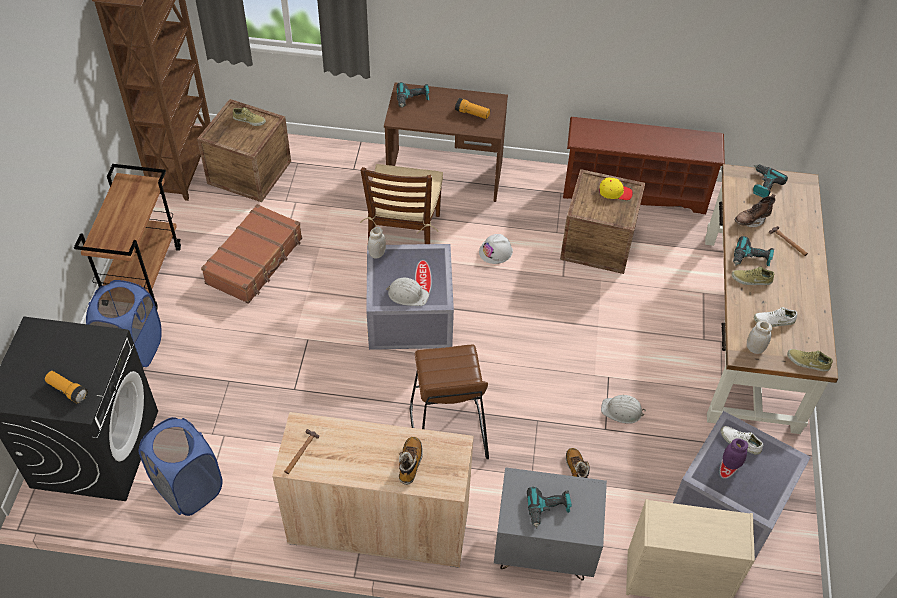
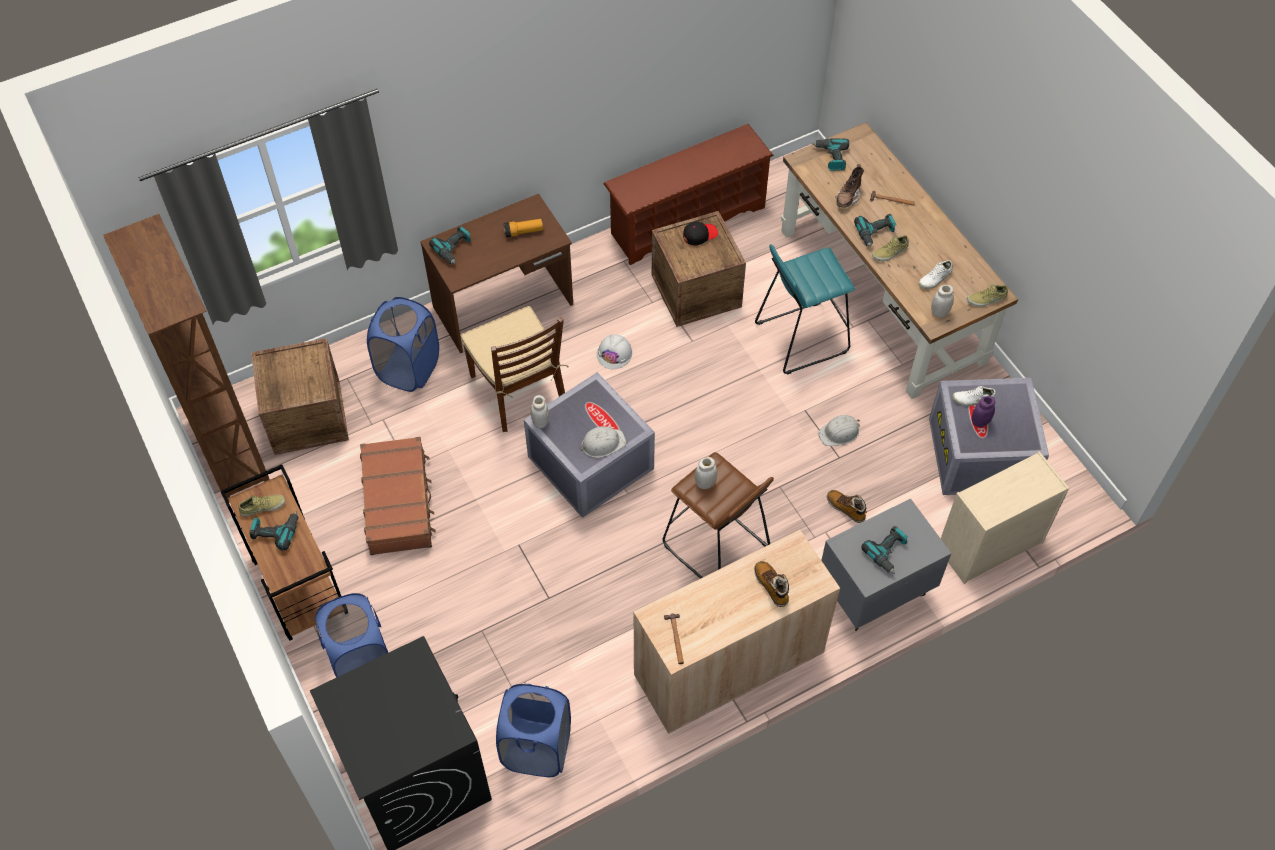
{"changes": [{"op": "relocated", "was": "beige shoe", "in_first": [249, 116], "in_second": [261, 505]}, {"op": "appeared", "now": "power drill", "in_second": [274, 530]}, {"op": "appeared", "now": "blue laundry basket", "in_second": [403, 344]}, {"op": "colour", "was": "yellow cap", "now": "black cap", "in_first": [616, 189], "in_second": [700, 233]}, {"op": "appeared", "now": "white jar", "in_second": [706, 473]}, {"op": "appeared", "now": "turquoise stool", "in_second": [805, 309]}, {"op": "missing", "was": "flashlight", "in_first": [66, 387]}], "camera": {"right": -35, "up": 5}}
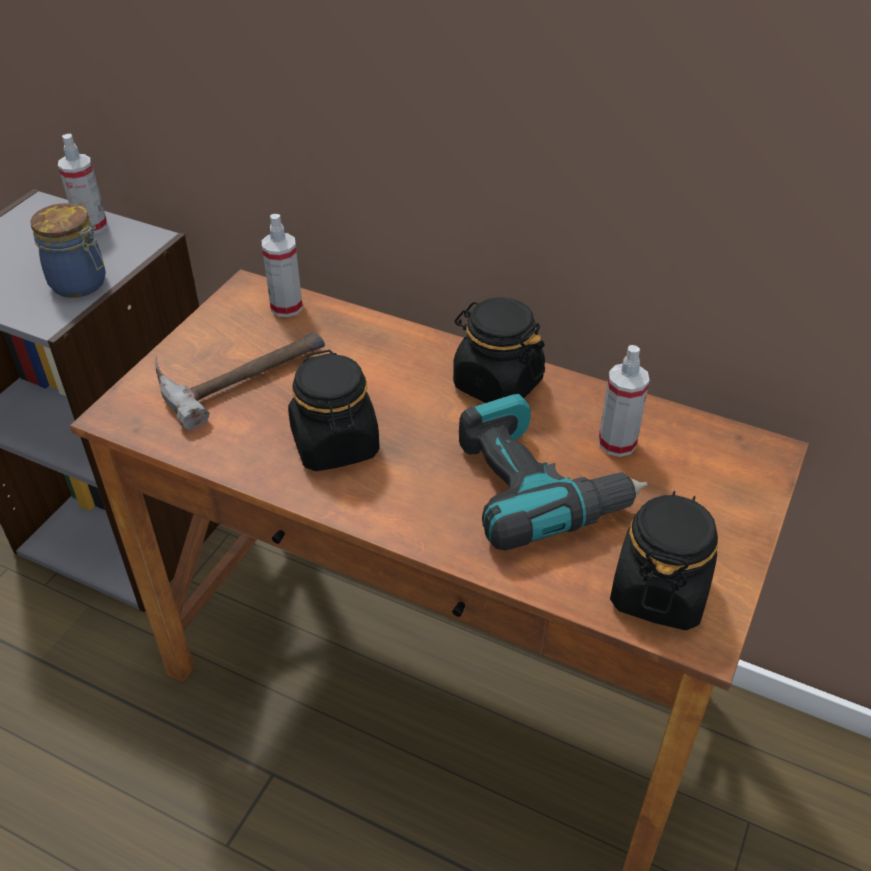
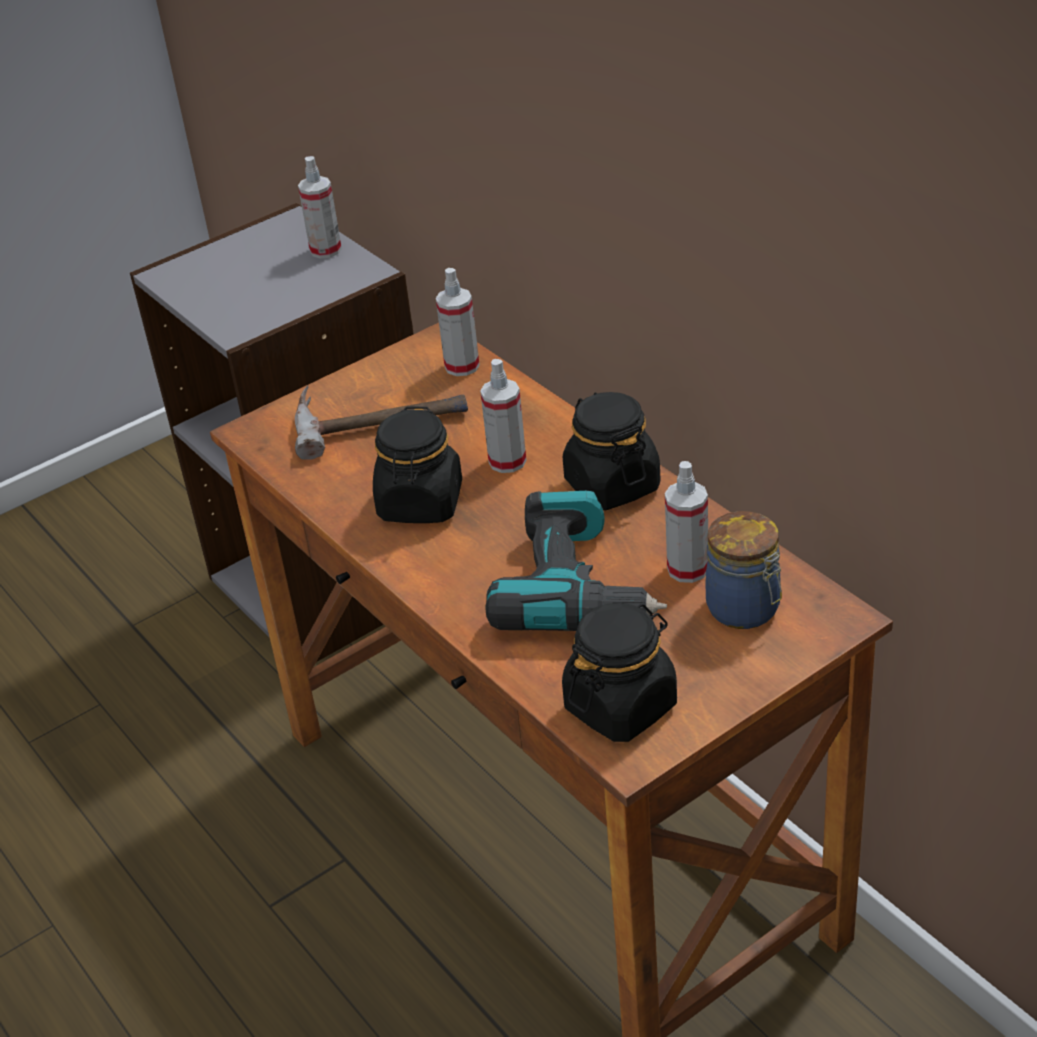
{"changes": [{"op": "appeared", "now": "spray bottle", "in_second": [503, 416]}, {"op": "relocated", "was": "jar", "in_first": [68, 250], "in_second": [744, 570]}], "camera": {"right": 30, "up": -5}}
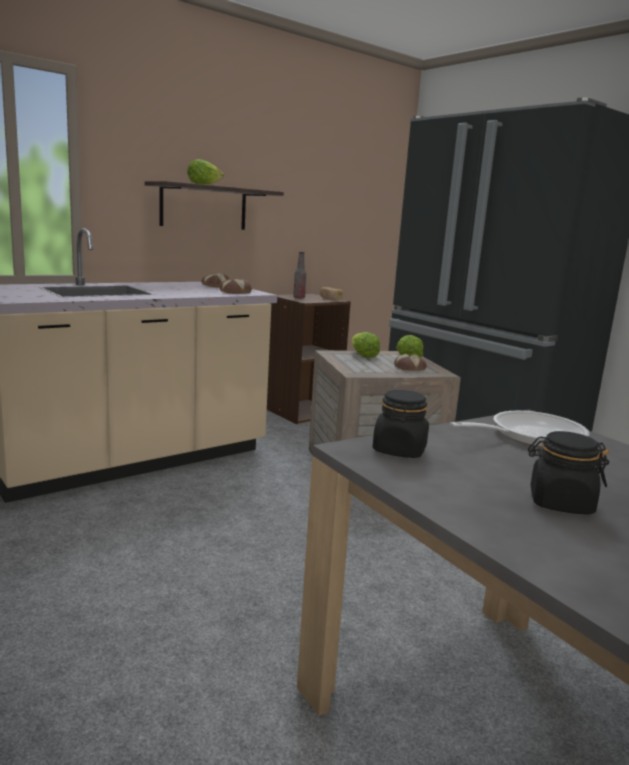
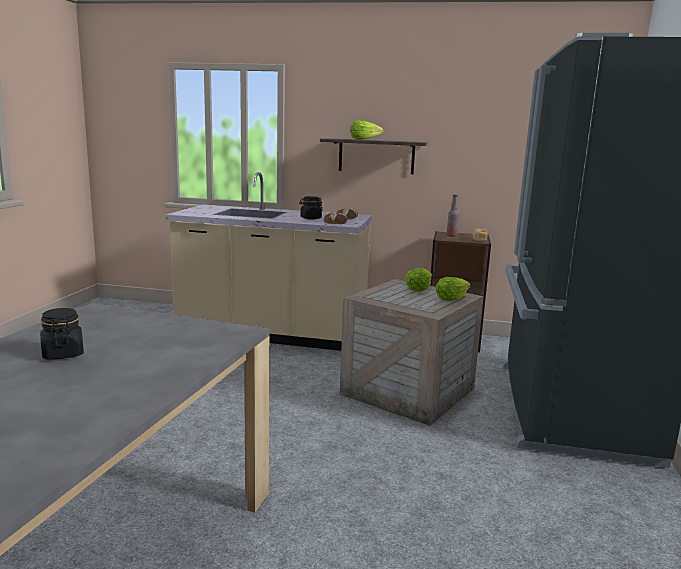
{"changes": [{"op": "relocated", "was": "black jar", "in_first": [401, 424], "in_second": [311, 208]}, {"op": "missing", "was": "bread", "in_first": [410, 362]}, {"op": "missing", "was": "frying pan", "in_first": [520, 429]}], "camera": {"right": 50, "up": 0}}
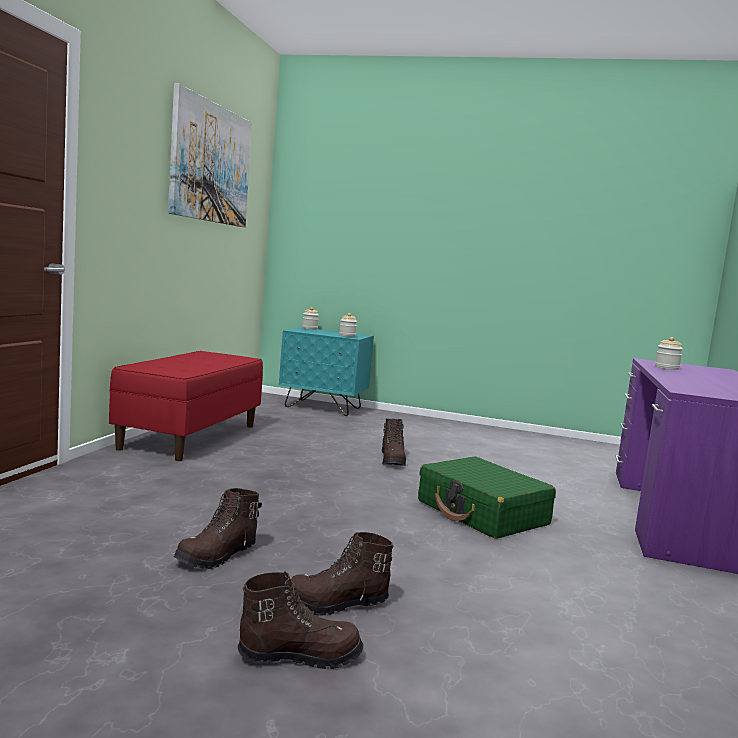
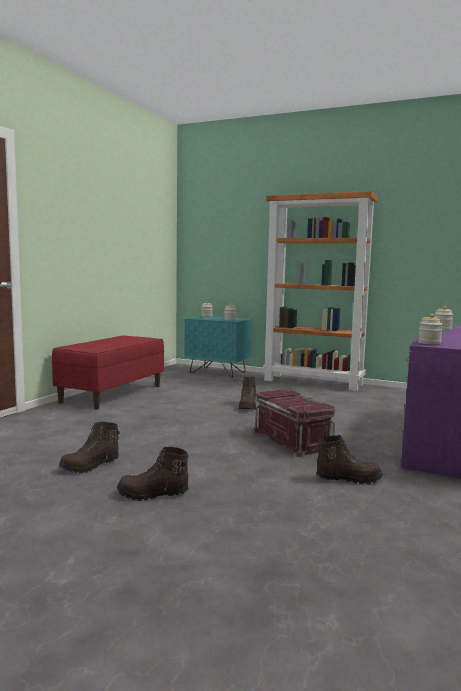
{"changes": [{"op": "exchanged", "was": "green suitcase", "now": "red storage box", "in_first": [487, 497], "in_second": [294, 423]}, {"op": "appeared", "now": "orange bookcase", "in_second": [320, 291]}, {"op": "relocated", "was": "brown boot", "in_first": [301, 620], "in_second": [349, 459]}, {"op": "appeared", "now": "jar", "in_second": [430, 329]}, {"op": "missing", "was": "picture", "in_first": [210, 155]}], "camera": {"right": 10, "up": 0}}
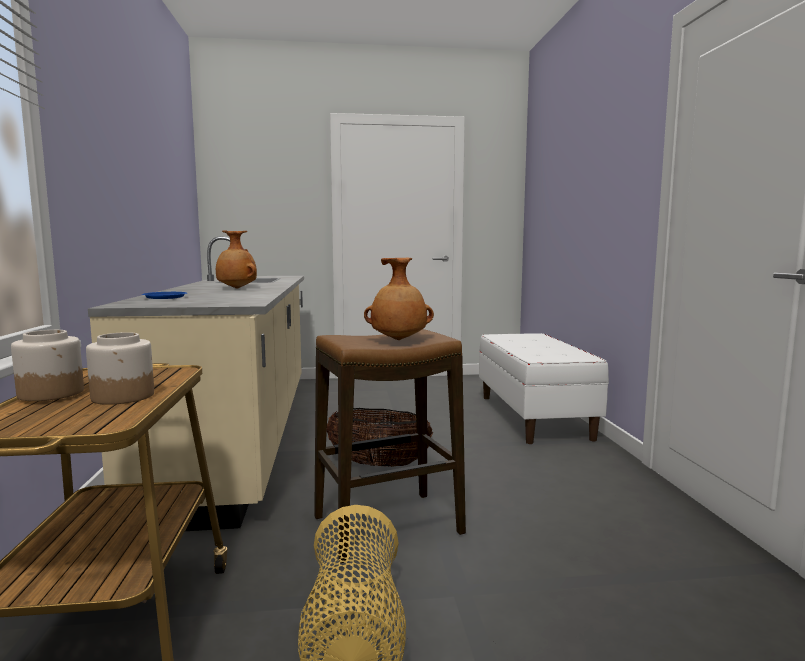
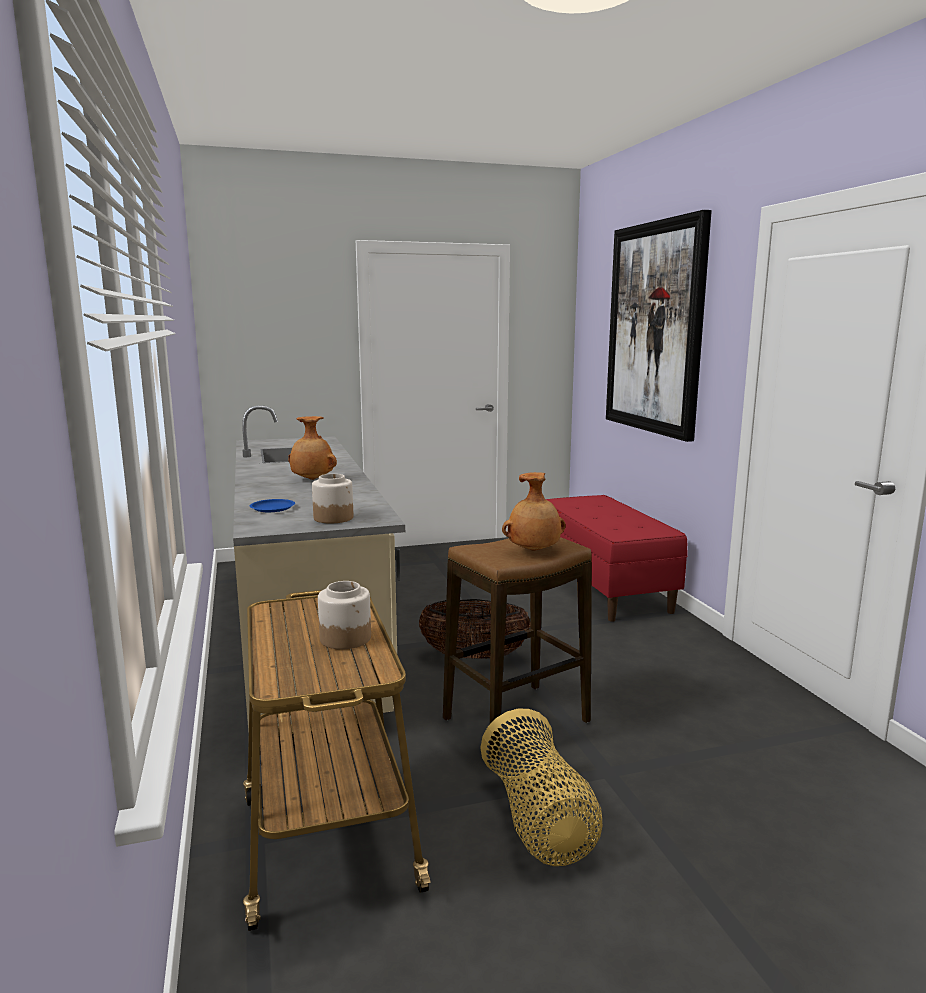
{"changes": [{"op": "relocated", "was": "jar", "in_first": [47, 365], "in_second": [332, 498]}, {"op": "colour", "was": "white bench", "now": "red bench", "in_first": [544, 388], "in_second": [617, 558]}, {"op": "appeared", "now": "picture", "in_second": [659, 326]}], "camera": {"right": -10, "up": 5}}
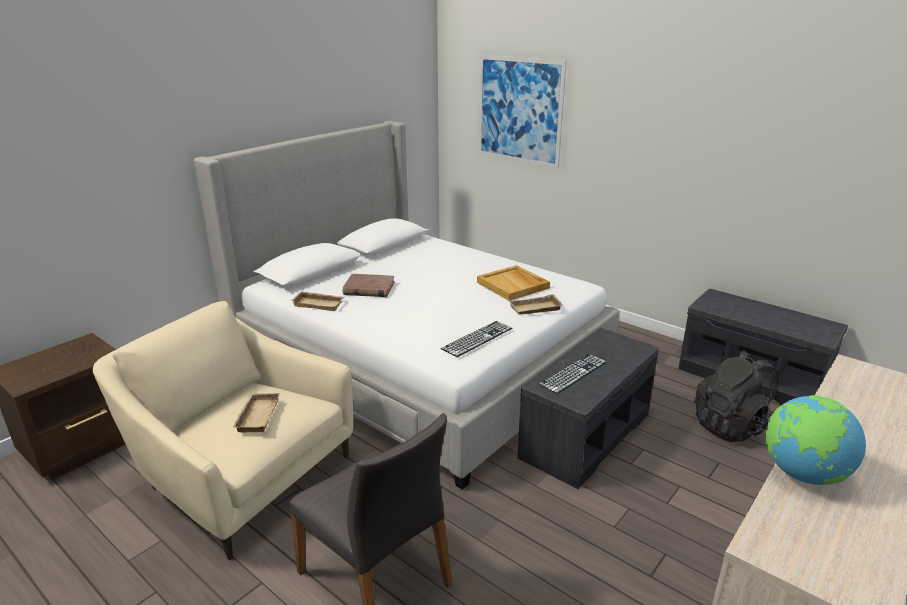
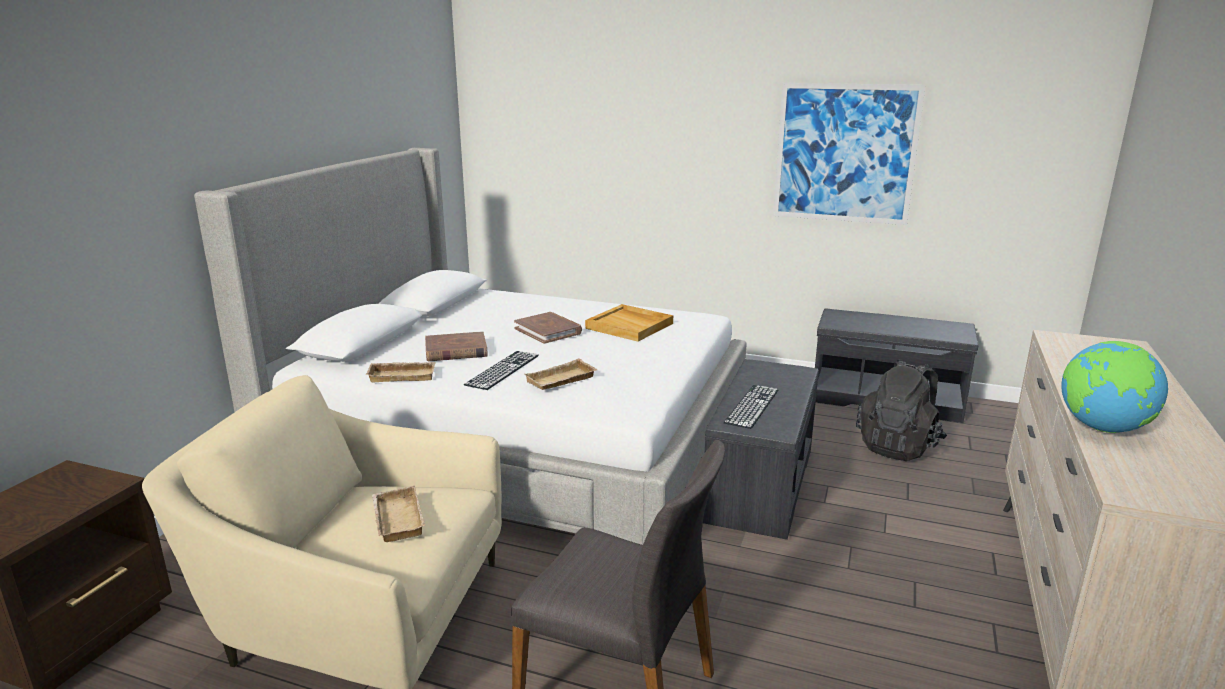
{"changes": [{"op": "relocated", "was": "keyboard", "in_first": [477, 339], "in_second": [501, 370]}, {"op": "appeared", "now": "brown book", "in_second": [548, 328]}, {"op": "relocated", "was": "beige tray", "in_first": [536, 304], "in_second": [561, 374]}, {"op": "relocated", "was": "picture", "in_first": [522, 111], "in_second": [849, 154]}], "camera": {"right": -20, "up": -5}}
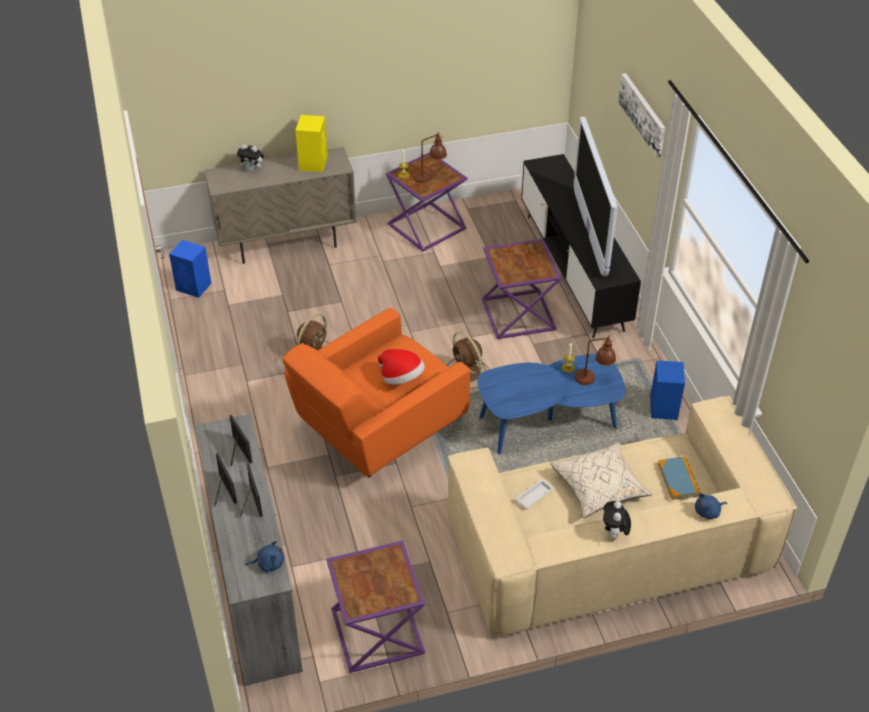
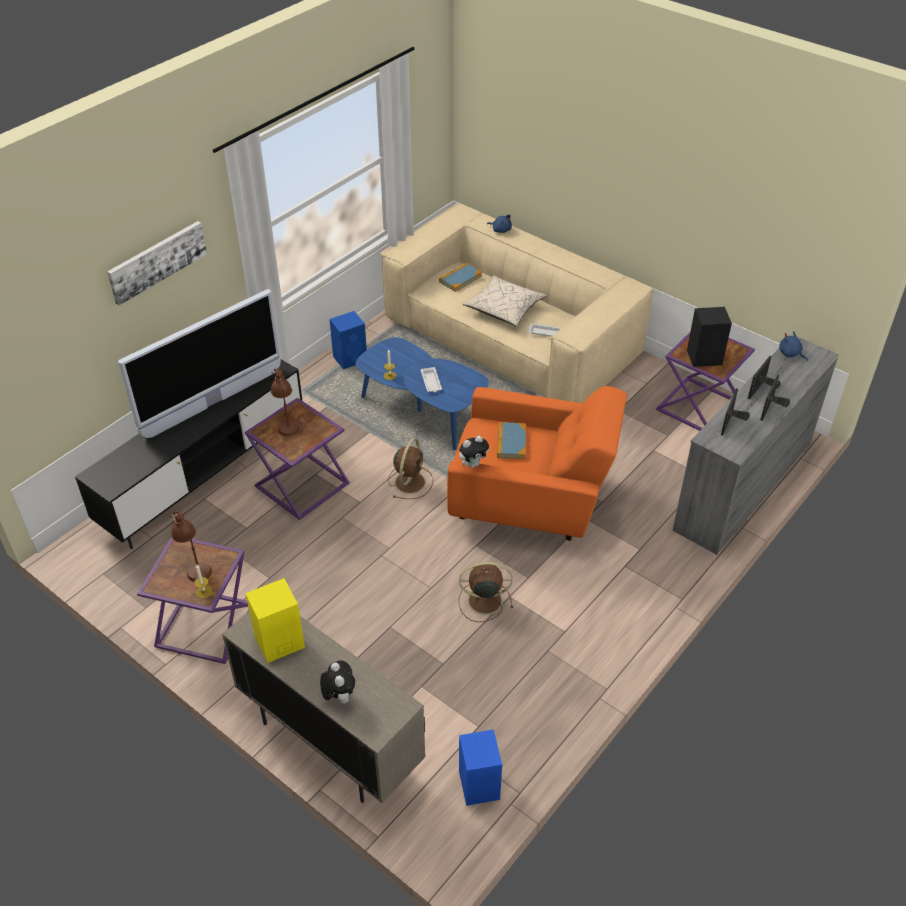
{"changes": [{"op": "relocated", "was": "brown table lamp", "in_first": [595, 360], "in_second": [285, 402]}, {"op": "appeared", "now": "white tray", "in_second": [431, 379]}, {"op": "relocated", "was": "plush toy", "in_first": [617, 519], "in_second": [474, 452]}, {"op": "exchanged", "was": "hat", "now": "book", "in_first": [401, 367], "in_second": [511, 440]}, {"op": "appeared", "now": "black speaker", "in_second": [709, 337]}], "camera": {"right": -125, "up": 0}}
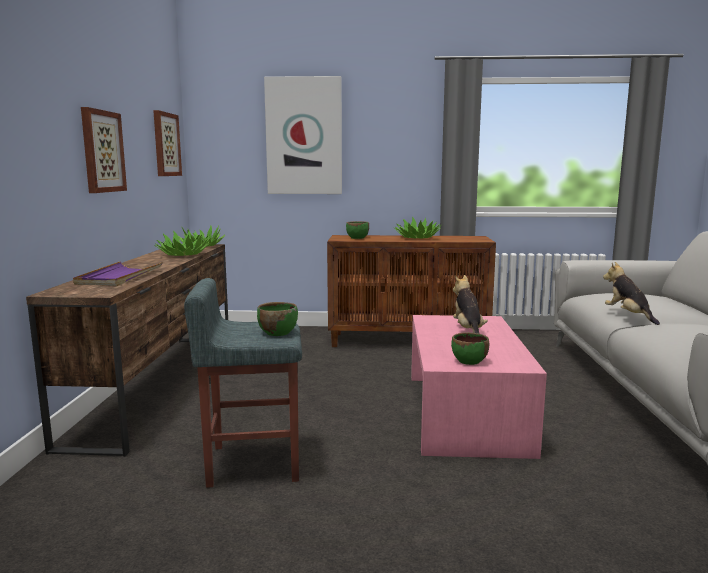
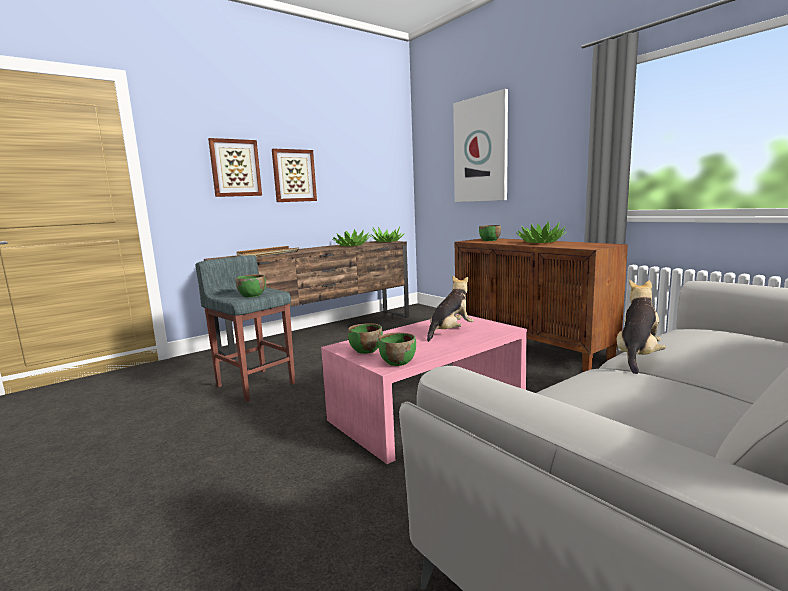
{"changes": [{"op": "relocated", "was": "picture", "in_first": [167, 143], "in_second": [235, 167]}, {"op": "colour", "was": "purple tray", "now": "brown tray", "in_first": [118, 273], "in_second": [267, 251]}, {"op": "appeared", "now": "green bowl", "in_second": [397, 349]}], "camera": {"right": 50, "up": 0}}
